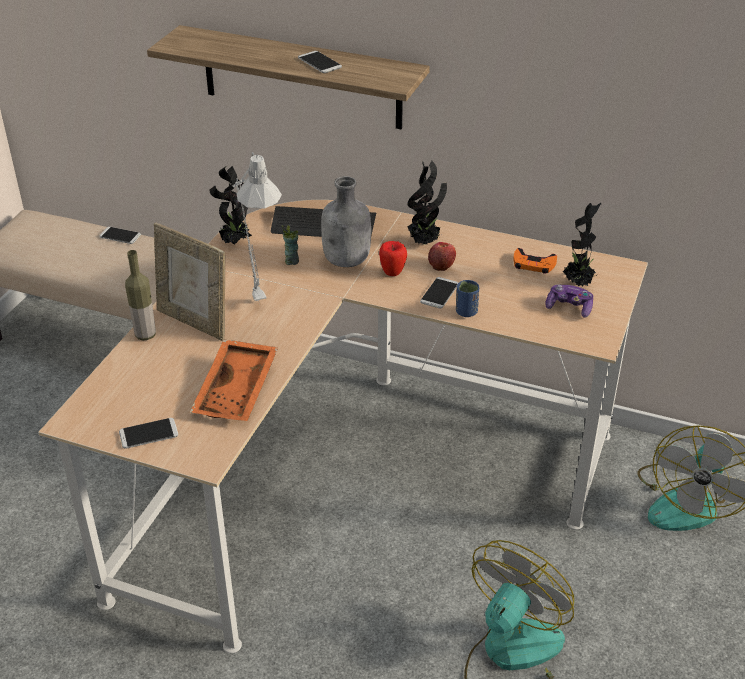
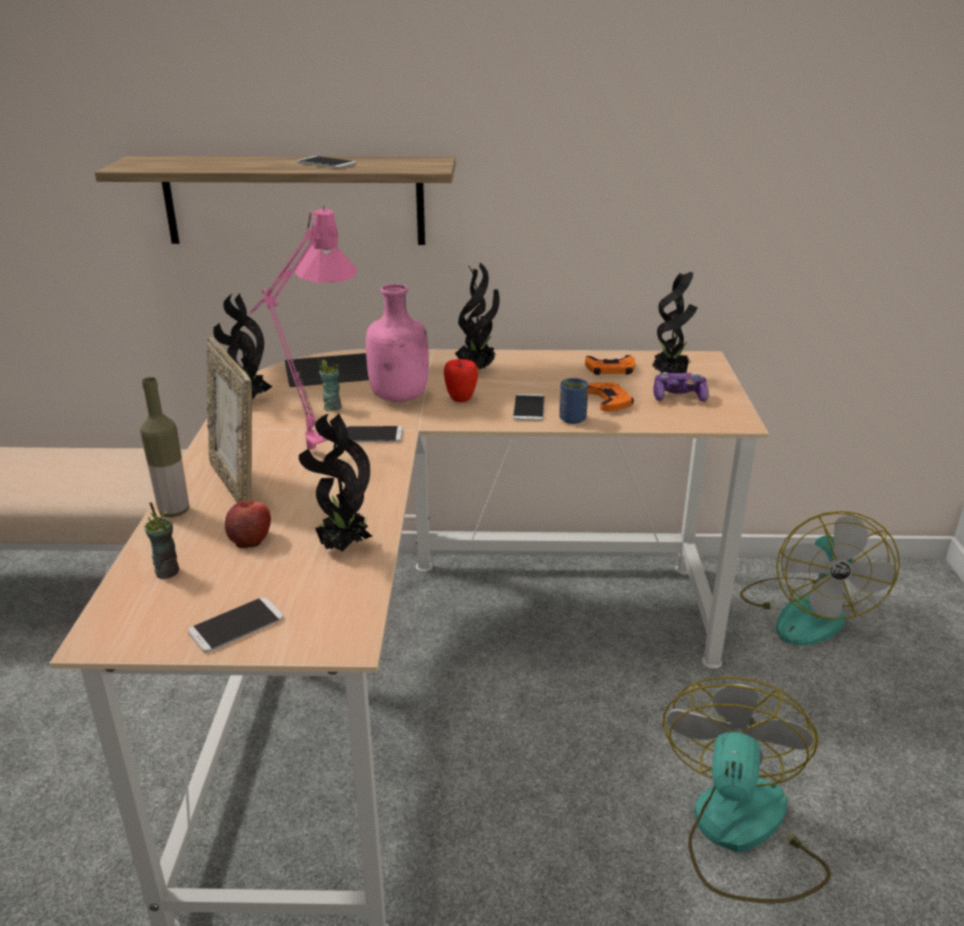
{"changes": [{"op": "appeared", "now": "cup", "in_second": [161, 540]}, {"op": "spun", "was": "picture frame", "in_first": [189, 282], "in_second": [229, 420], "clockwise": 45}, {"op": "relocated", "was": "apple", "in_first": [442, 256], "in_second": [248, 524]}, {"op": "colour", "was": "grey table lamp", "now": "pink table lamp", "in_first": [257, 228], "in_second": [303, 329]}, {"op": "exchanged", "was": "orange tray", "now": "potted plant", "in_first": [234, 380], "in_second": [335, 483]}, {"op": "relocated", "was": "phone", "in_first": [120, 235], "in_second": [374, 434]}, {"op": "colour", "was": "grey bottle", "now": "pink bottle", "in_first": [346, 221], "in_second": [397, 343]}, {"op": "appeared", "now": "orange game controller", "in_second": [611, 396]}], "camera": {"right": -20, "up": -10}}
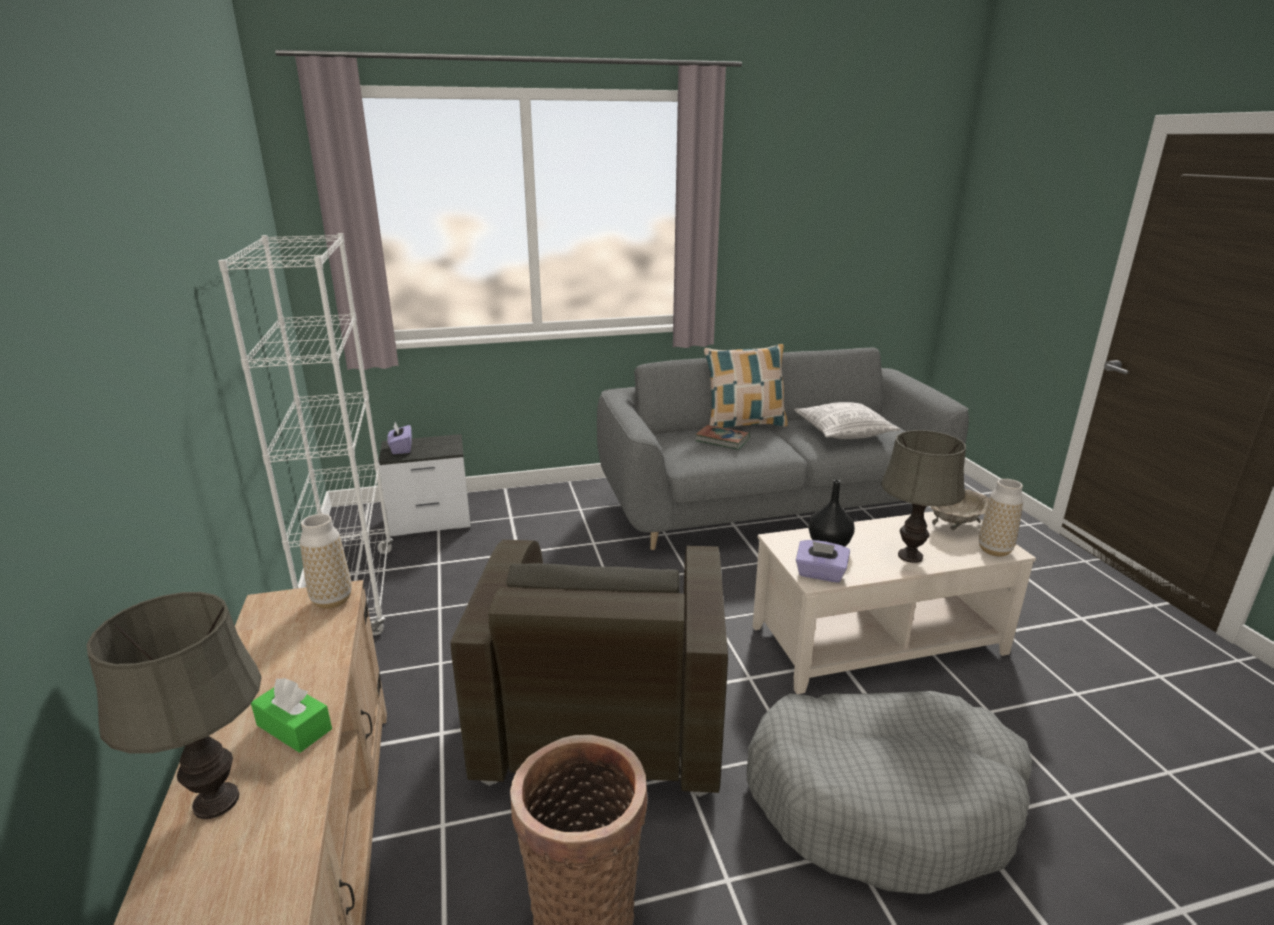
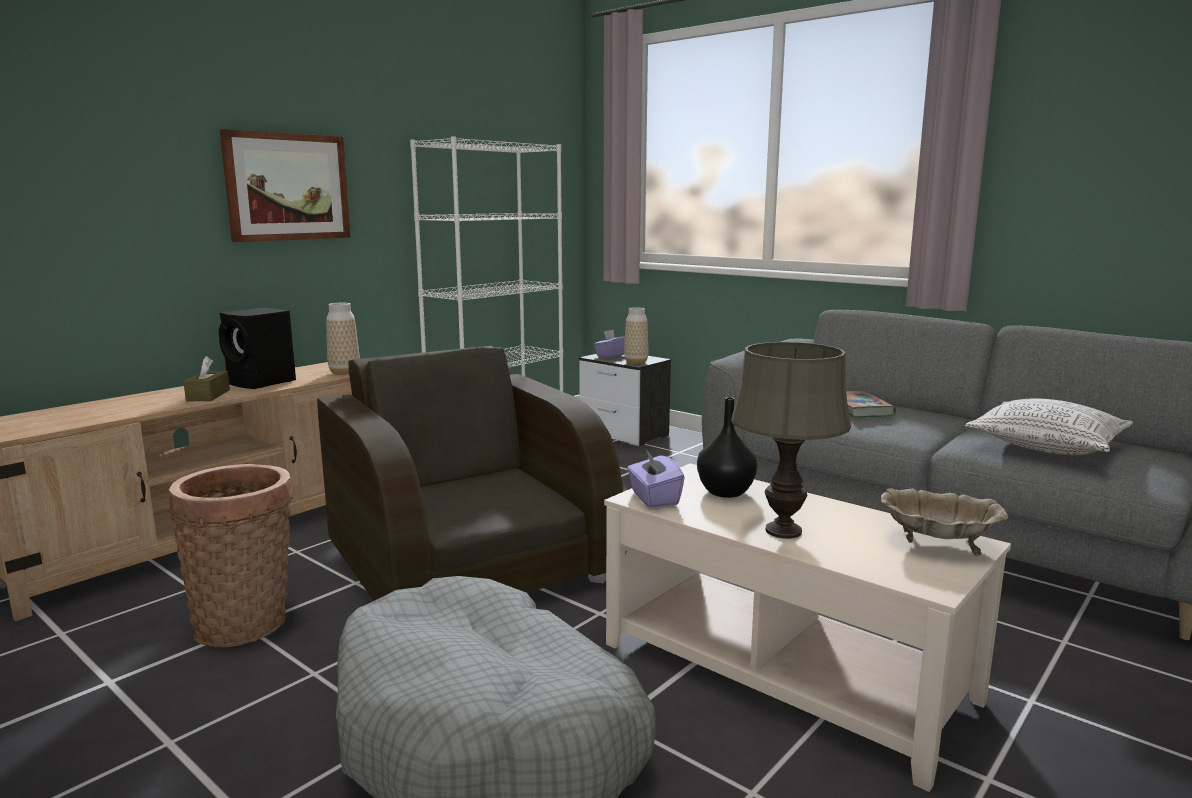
{"changes": [{"op": "colour", "was": "green tissue box", "now": "brown tissue box", "in_first": [291, 715], "in_second": [206, 378]}, {"op": "appeared", "now": "black speaker", "in_second": [257, 348]}, {"op": "appeared", "now": "picture", "in_second": [285, 185]}, {"op": "spun", "was": "brown armchair", "in_first": [589, 668], "in_second": [470, 473], "clockwise": 90}, {"op": "relocated", "was": "vase", "in_first": [1001, 518], "in_second": [636, 335]}, {"op": "missing", "was": "grey table lamp", "in_first": [174, 705]}, {"op": "missing", "was": "pillow", "in_first": [746, 386]}], "camera": {"right": 55, "up": -10}}
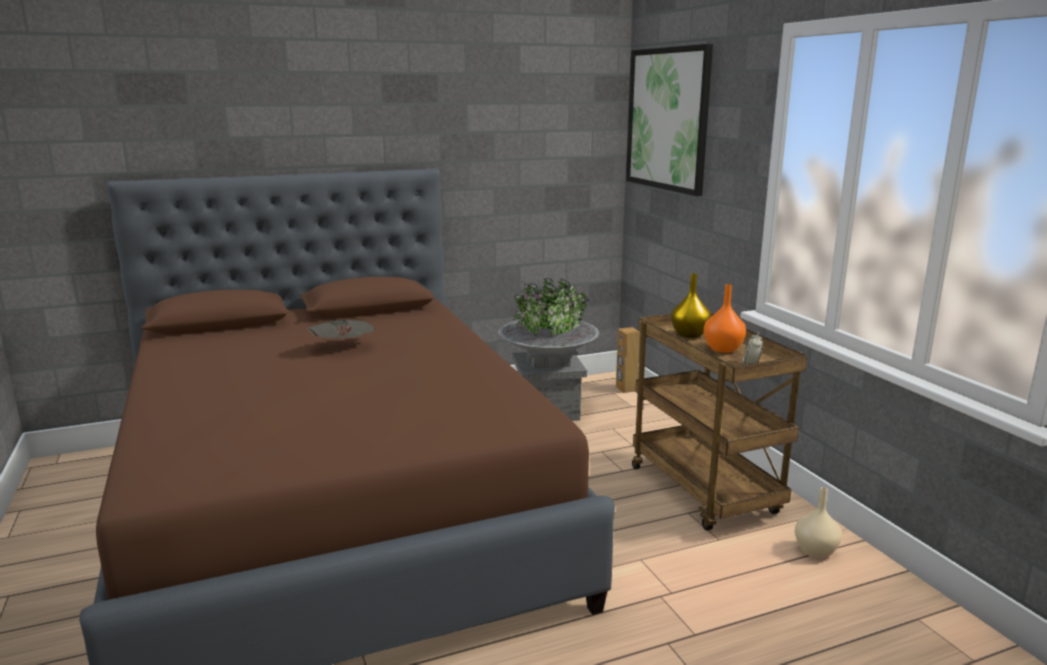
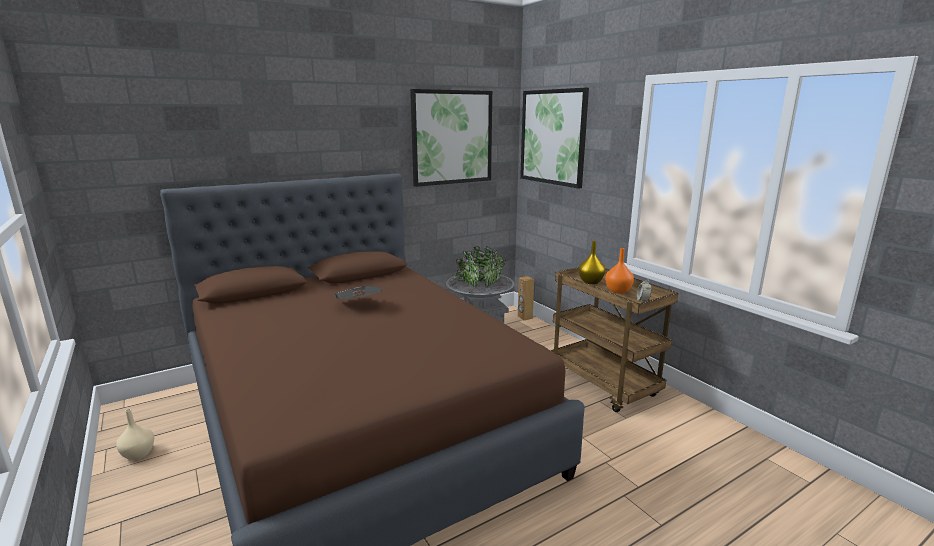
{"changes": [{"op": "relocated", "was": "beige vase", "in_first": [818, 522], "in_second": [135, 434]}, {"op": "appeared", "now": "picture", "in_second": [451, 138]}], "camera": {"right": -10, "up": 0}}
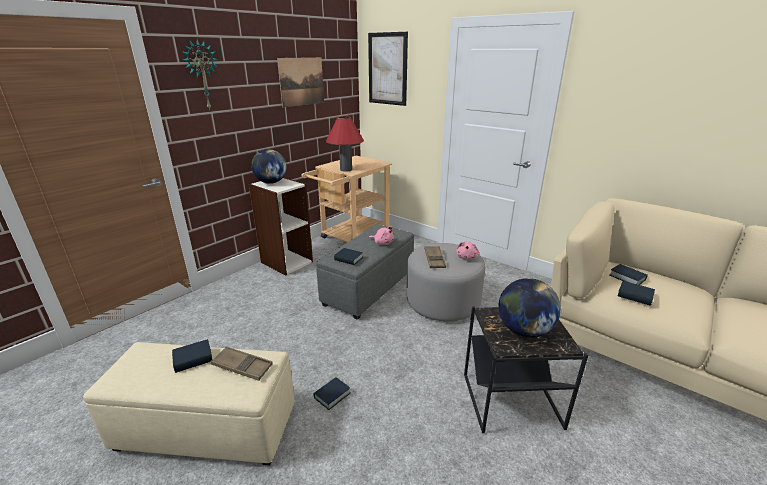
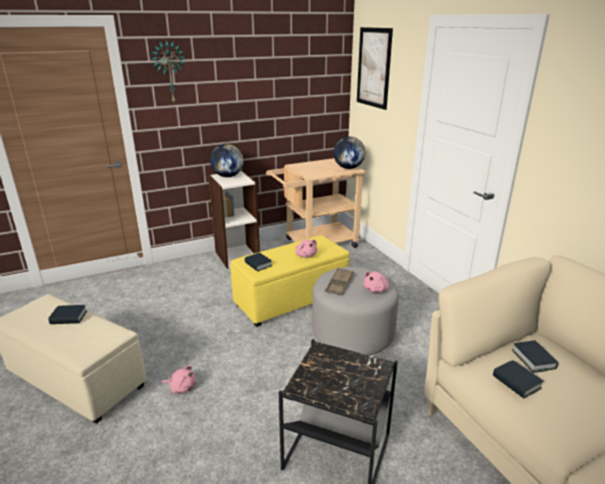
{"changes": [{"op": "exchanged", "was": "book", "now": "pink plush toy", "in_first": [332, 393], "in_second": [178, 379]}, {"op": "colour", "was": "grey ottoman", "now": "yellow ottoman", "in_first": [365, 272], "in_second": [290, 281]}, {"op": "relocated", "was": "globe", "in_first": [530, 308], "in_second": [349, 153]}, {"op": "missing", "was": "brown tray", "in_first": [242, 363]}, {"op": "missing", "was": "picture", "in_first": [300, 82]}, {"op": "missing", "was": "red table lamp", "in_first": [345, 144]}], "camera": {"right": 25, "up": 0}}
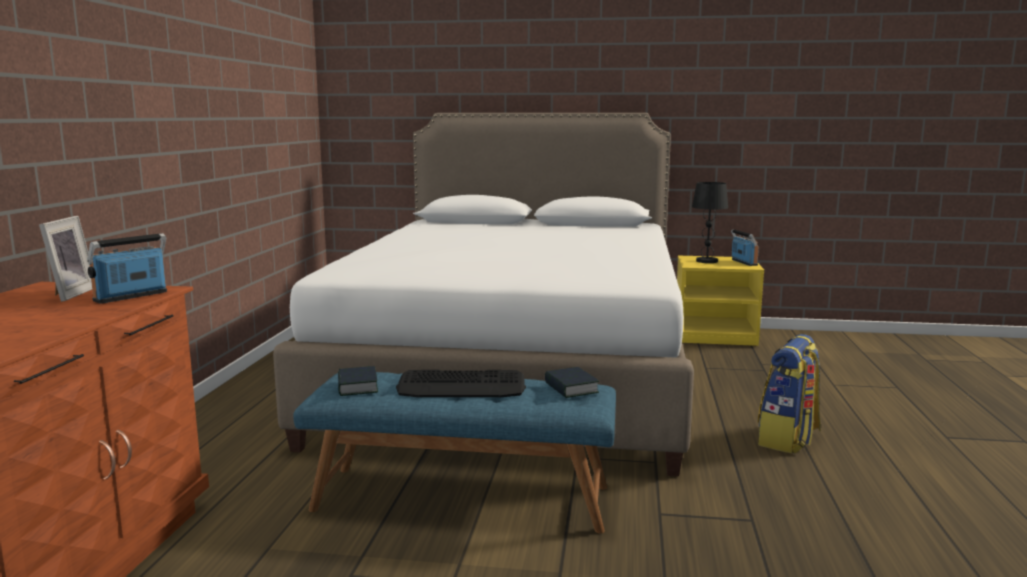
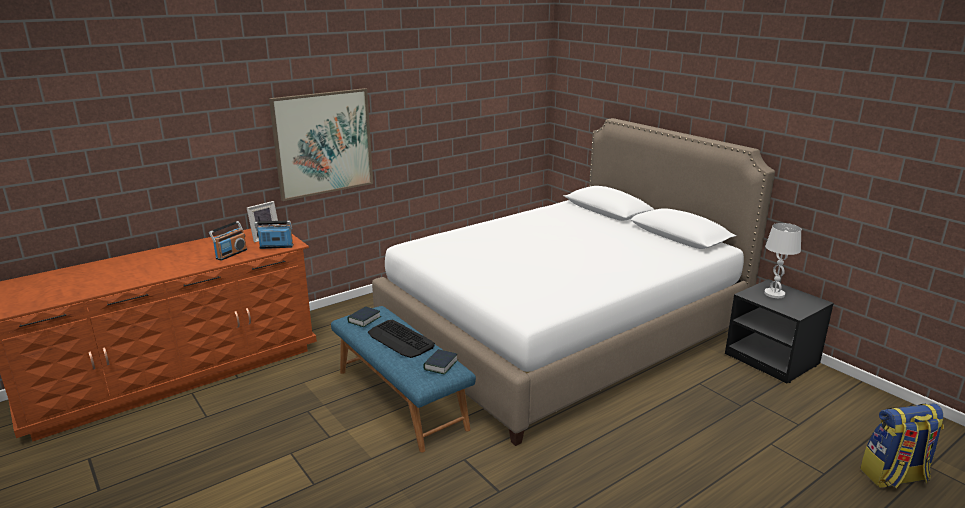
{"changes": [{"op": "relocated", "was": "radio", "in_first": [745, 247], "in_second": [228, 241]}, {"op": "appeared", "now": "picture", "in_second": [321, 144]}, {"op": "colour", "was": "yellow nightstand", "now": "black nightstand", "in_first": [720, 301], "in_second": [779, 331]}, {"op": "colour", "was": "black table lamp", "now": "white table lamp", "in_first": [710, 222], "in_second": [782, 260]}, {"op": "relocated", "was": "backpack", "in_first": [789, 394], "in_second": [902, 445]}], "camera": {"right": 45, "up": 10}}
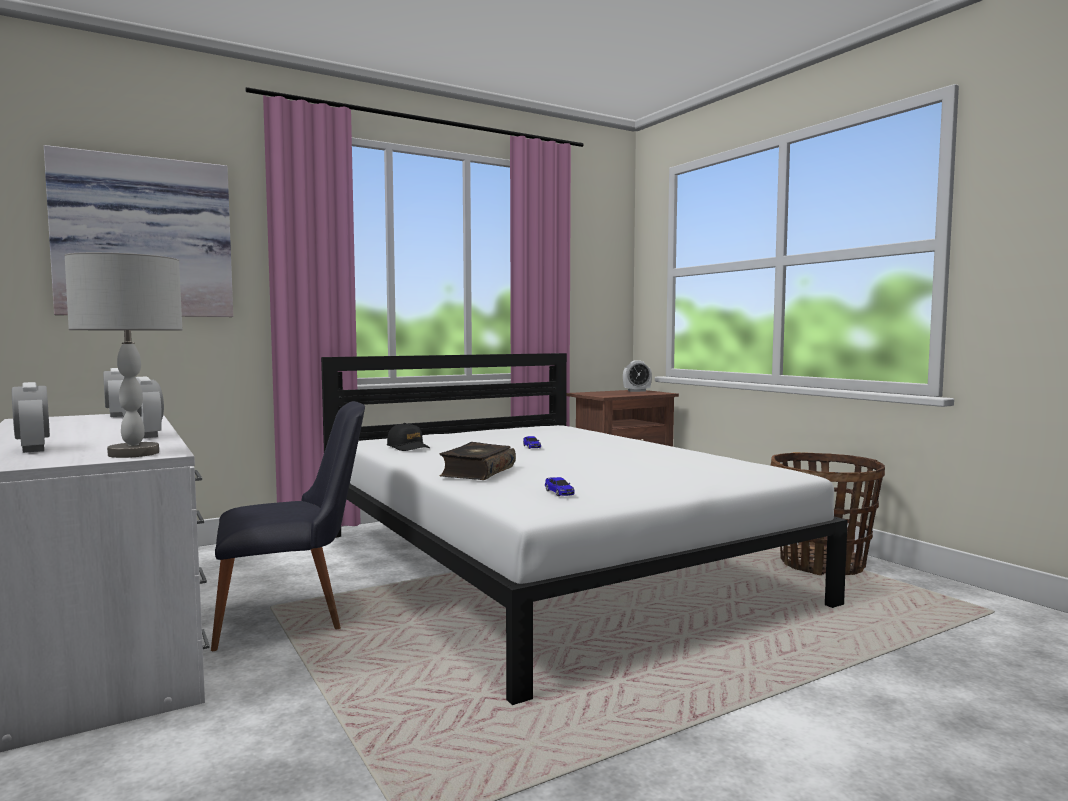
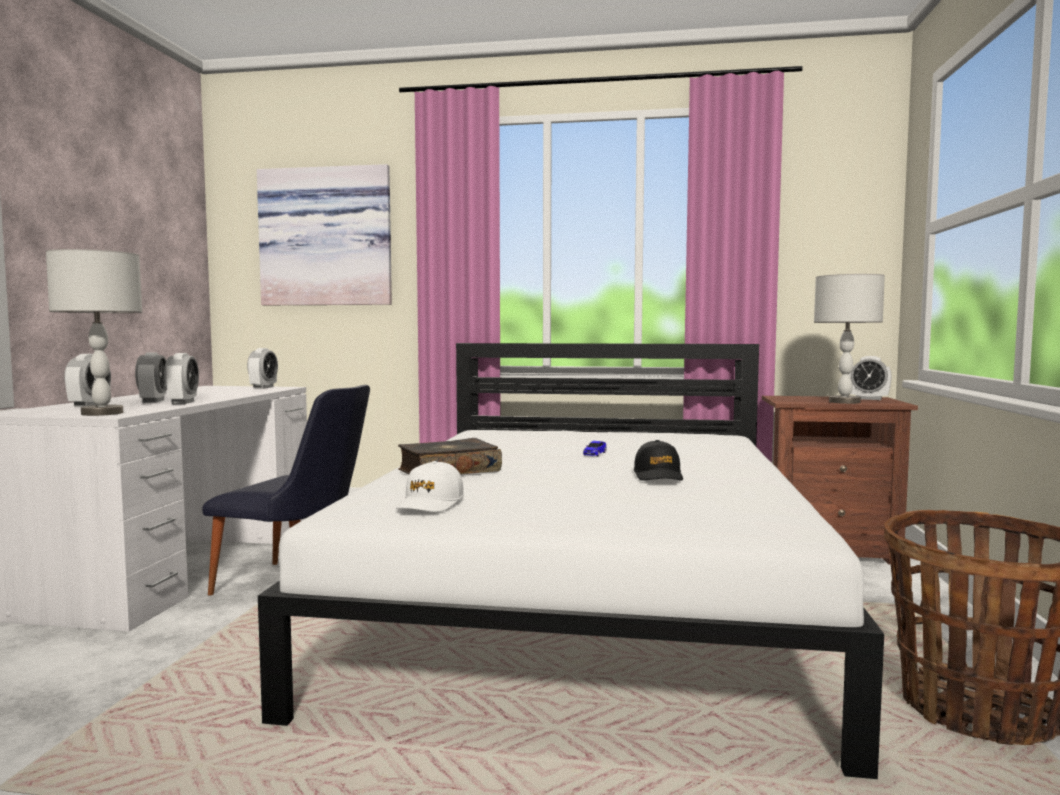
{"changes": [{"op": "appeared", "now": "alarm clock", "in_second": [151, 377]}, {"op": "exchanged", "was": "toy car", "now": "white cap", "in_first": [560, 486], "in_second": [430, 486]}, {"op": "relocated", "was": "black cap", "in_first": [408, 437], "in_second": [658, 460]}, {"op": "appeared", "now": "grey table lamp", "in_second": [849, 339]}], "camera": {"right": 40, "up": 0}}
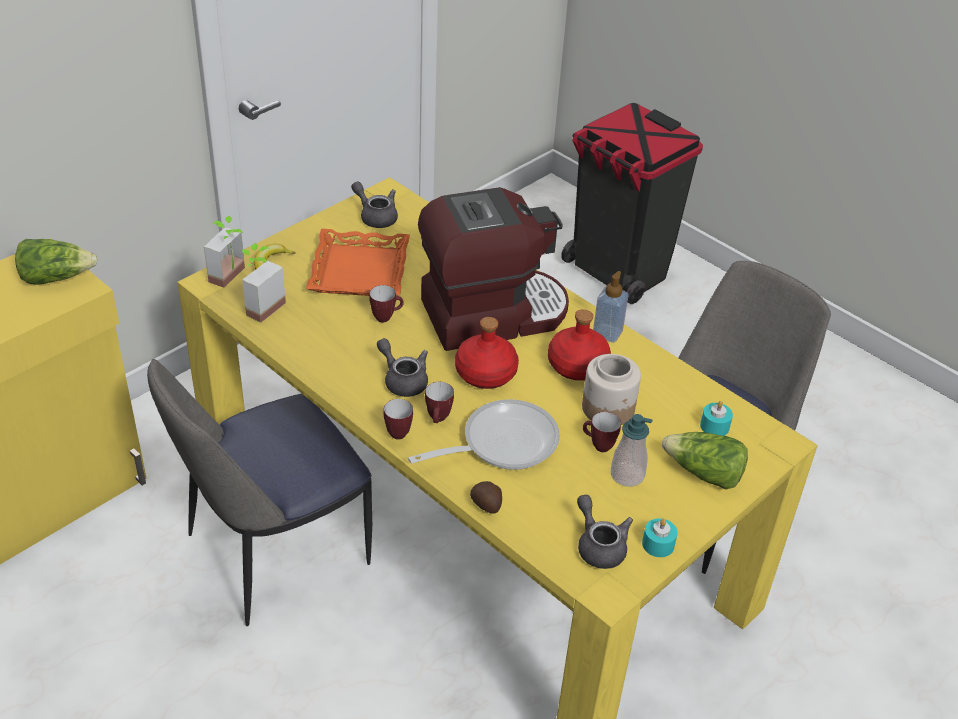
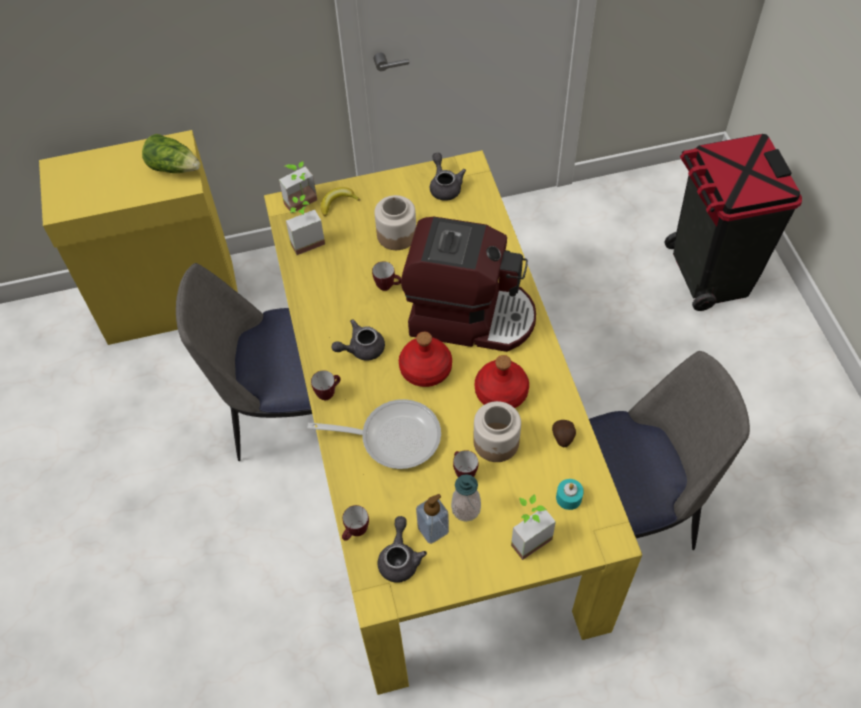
{"changes": [{"op": "spun", "was": "grey teapot", "in_first": [402, 367], "in_second": [358, 340], "clockwise": -105}, {"op": "relocated", "was": "mug", "in_first": [439, 402], "in_second": [355, 523]}, {"op": "exchanged", "was": "orange tray", "now": "jar", "in_first": [358, 262], "in_second": [395, 222]}, {"op": "relocated", "was": "soap dispenser", "in_first": [610, 307], "in_second": [432, 519]}, {"op": "exchanged", "was": "lettuce", "now": "potted plant", "in_first": [705, 460], "in_second": [533, 527]}, {"op": "relocated", "was": "potato", "in_first": [486, 497], "in_second": [564, 433]}, {"op": "missing", "was": "turquoise candle", "in_first": [660, 537]}], "camera": {"right": 35, "up": 15}}
